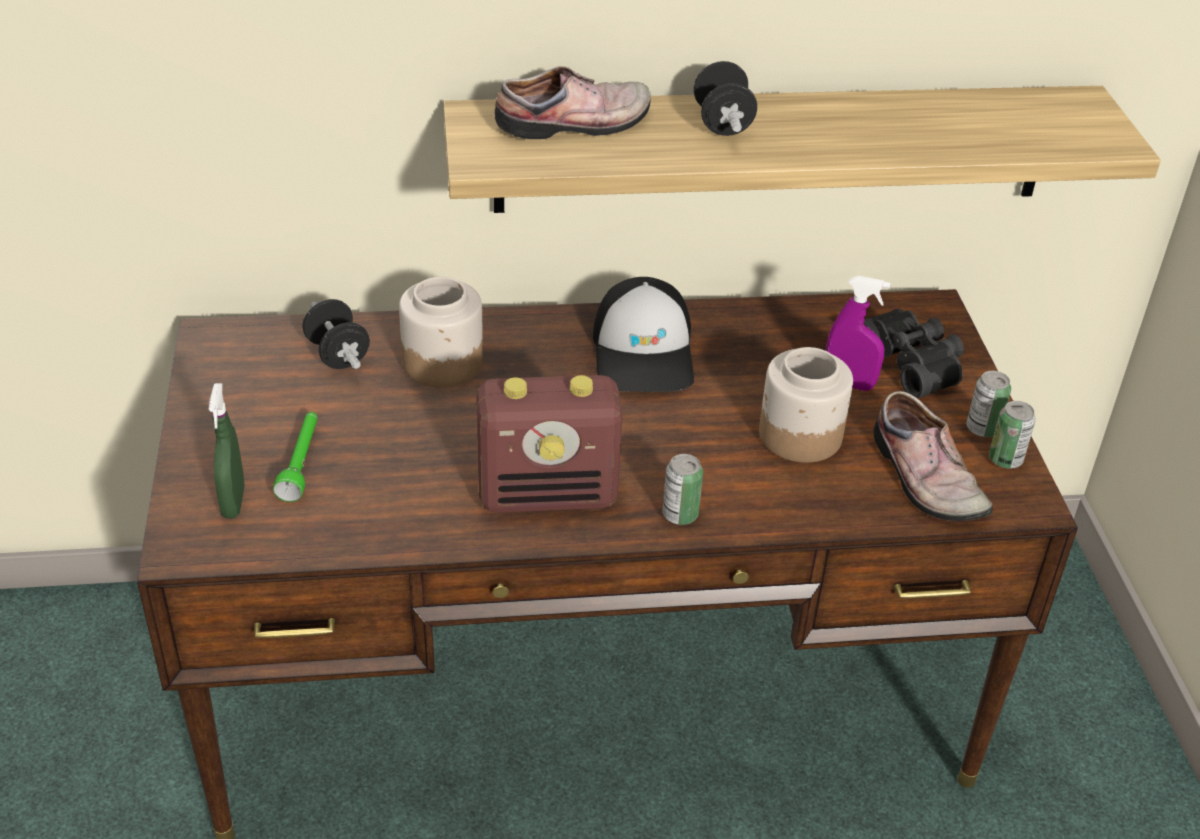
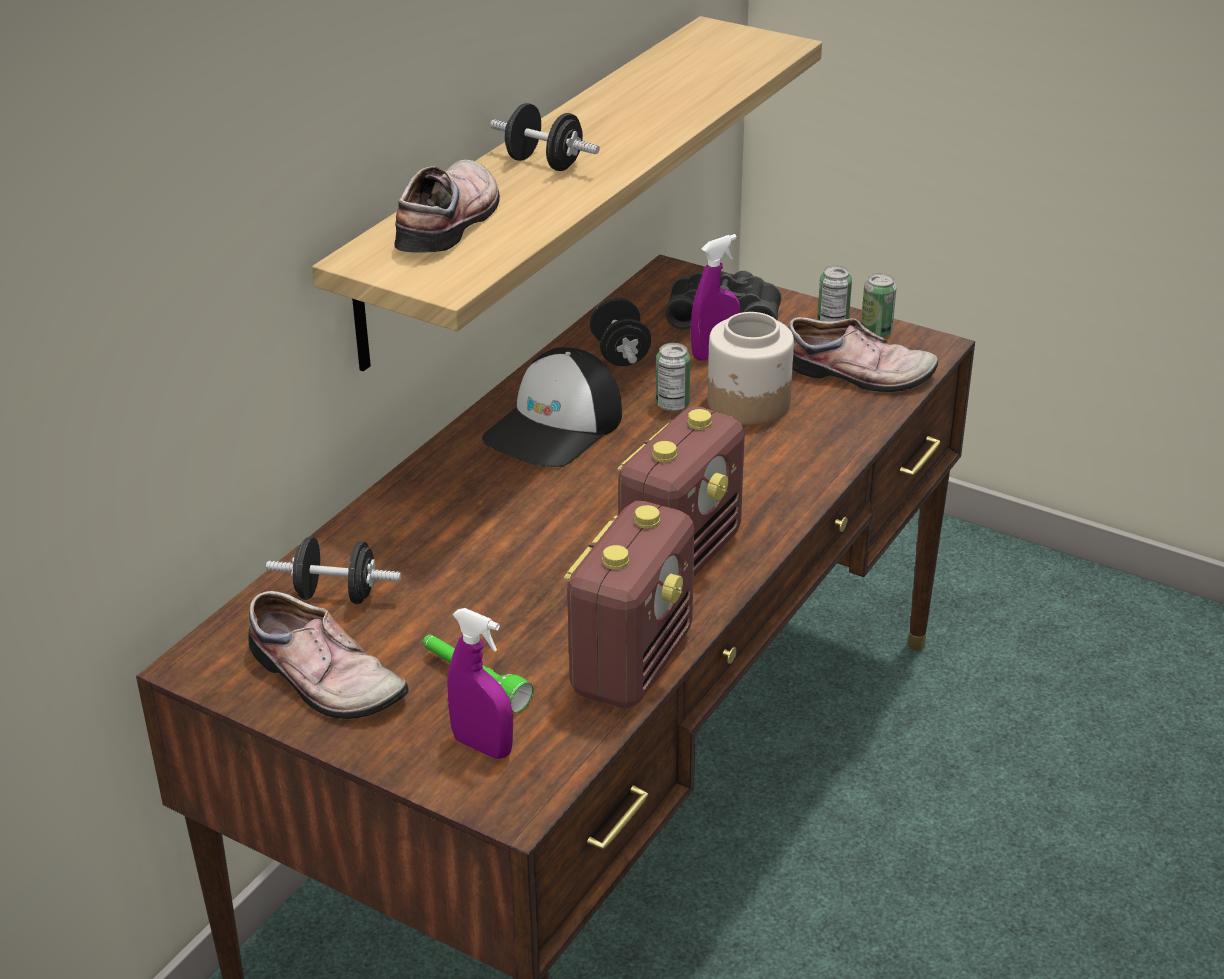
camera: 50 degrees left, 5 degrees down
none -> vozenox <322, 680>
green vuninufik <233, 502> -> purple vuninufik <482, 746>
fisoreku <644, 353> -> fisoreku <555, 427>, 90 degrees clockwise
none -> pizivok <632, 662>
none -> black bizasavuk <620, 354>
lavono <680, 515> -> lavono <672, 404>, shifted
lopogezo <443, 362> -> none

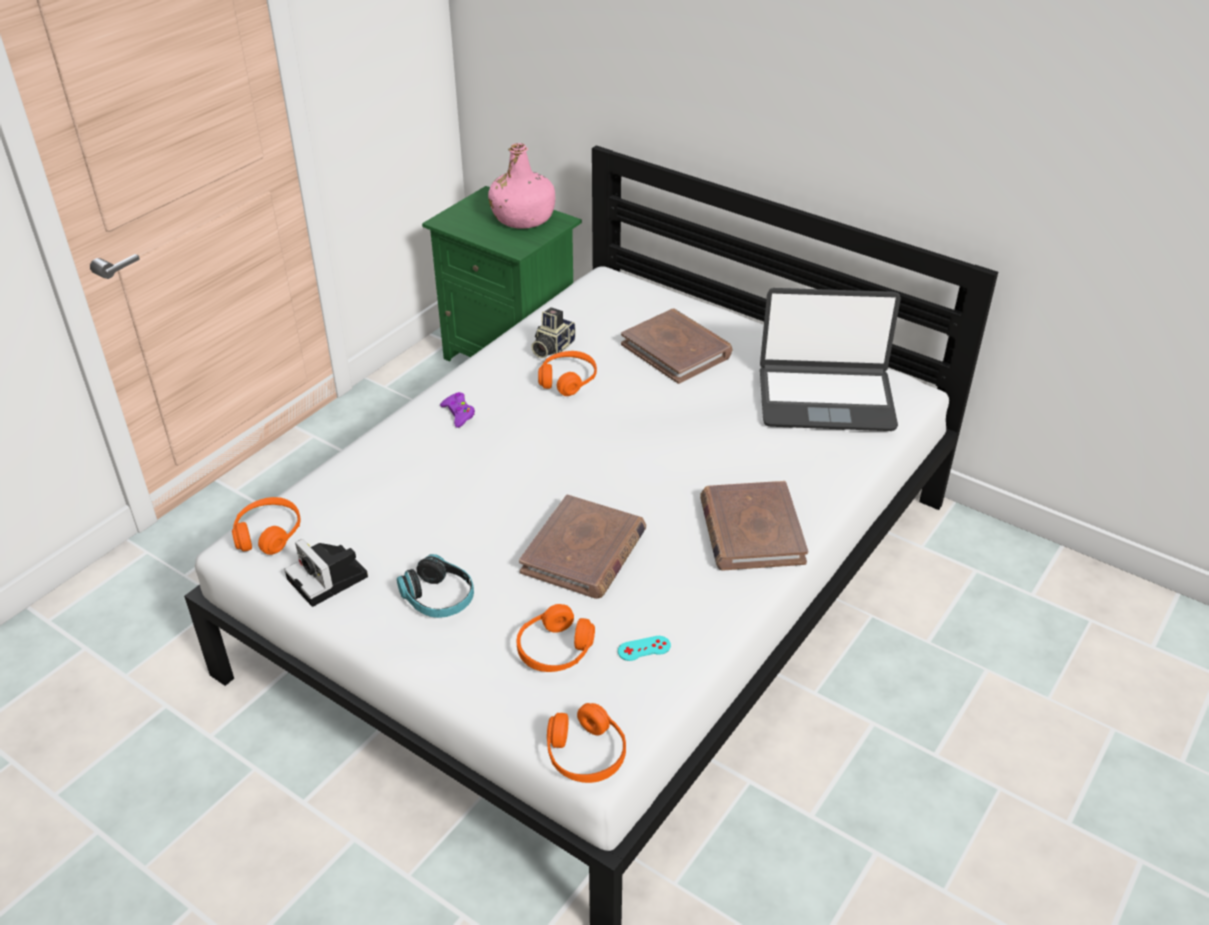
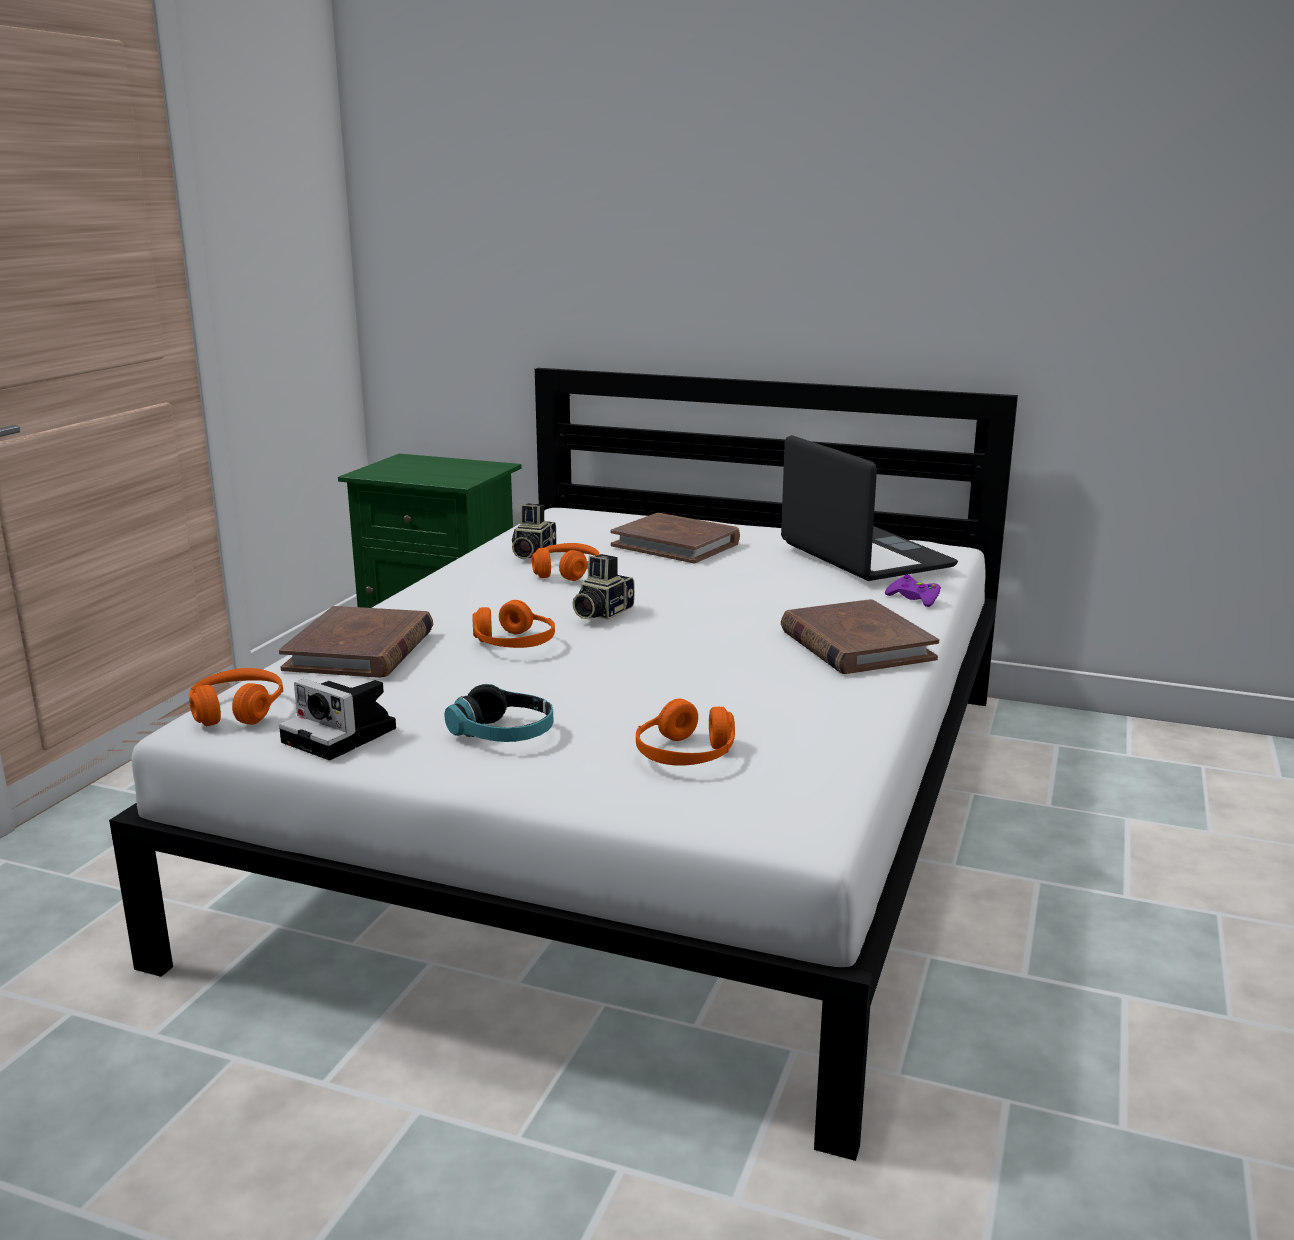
camera: 15 degrees left, 20 degrees down
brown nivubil <584, 552> -> brown nivubil <360, 650>, shifted
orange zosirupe <586, 754> -> orange zosirupe <514, 644>, shifted
none -> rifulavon <601, 612>
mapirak <825, 399> -> mapirak <864, 556>, 105 degrees counterclockwise
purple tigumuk <458, 413> -> purple tigumuk <914, 598>, shifted
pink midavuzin <523, 218> -> none
turquoise tigumuk <644, 648> -> none

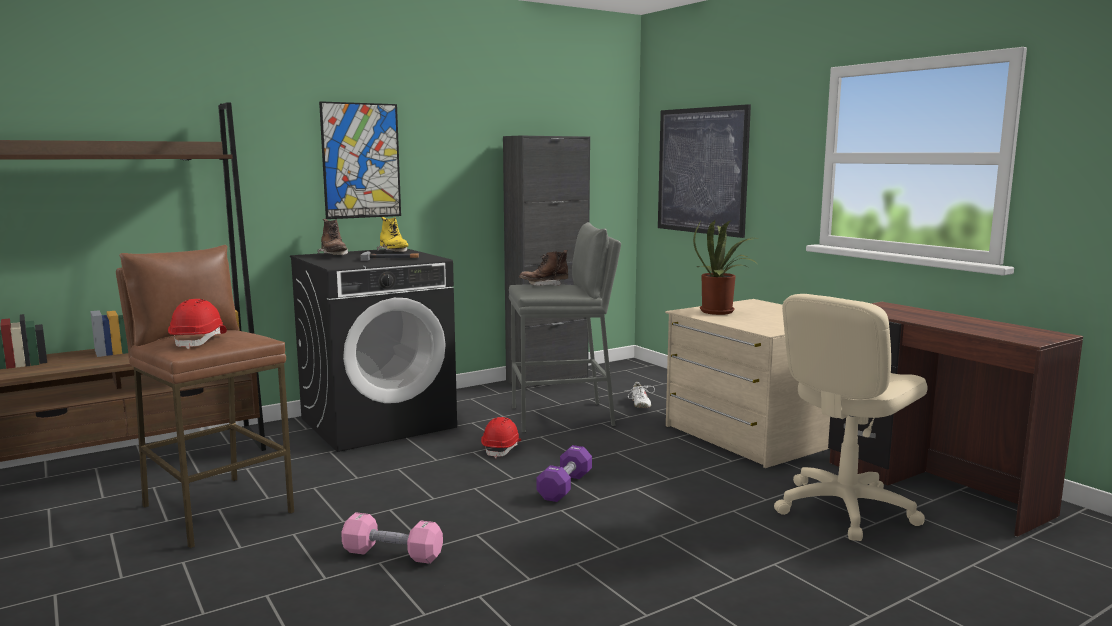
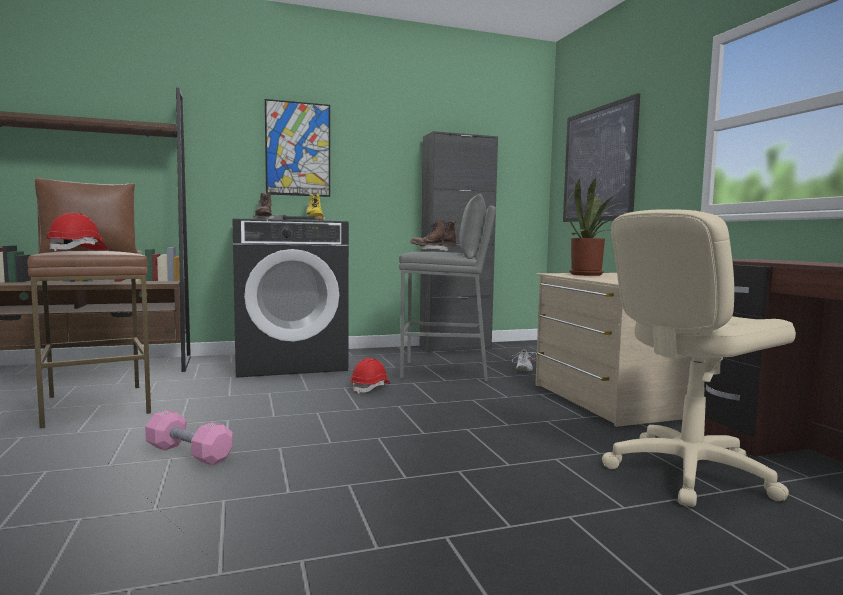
camera: 15 degrees right, 5 degrees down
purple bizasavuk <565, 486> -> none

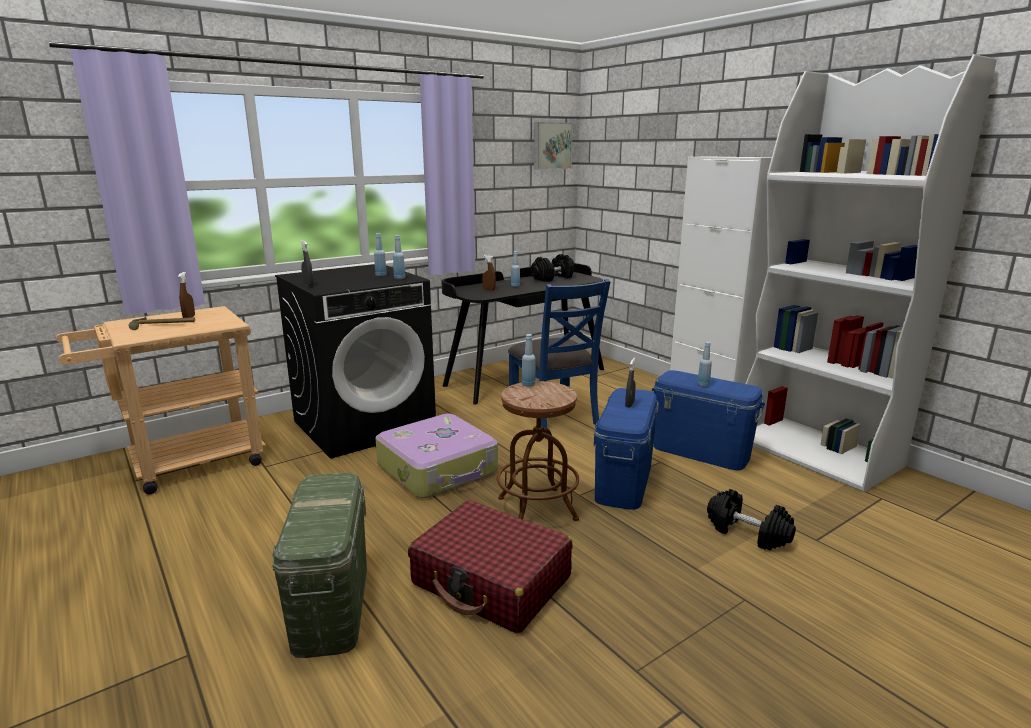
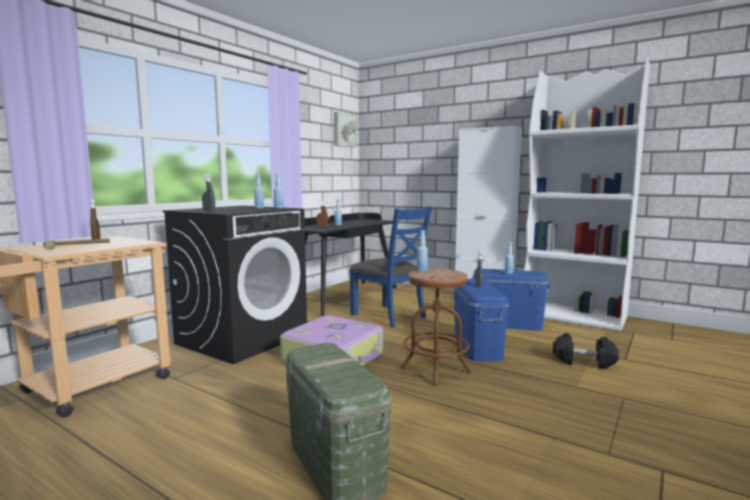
camera: 20 degrees left, 10 degrees down
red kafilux <492, 581> -> none
black bizasavuk <552, 278> -> none

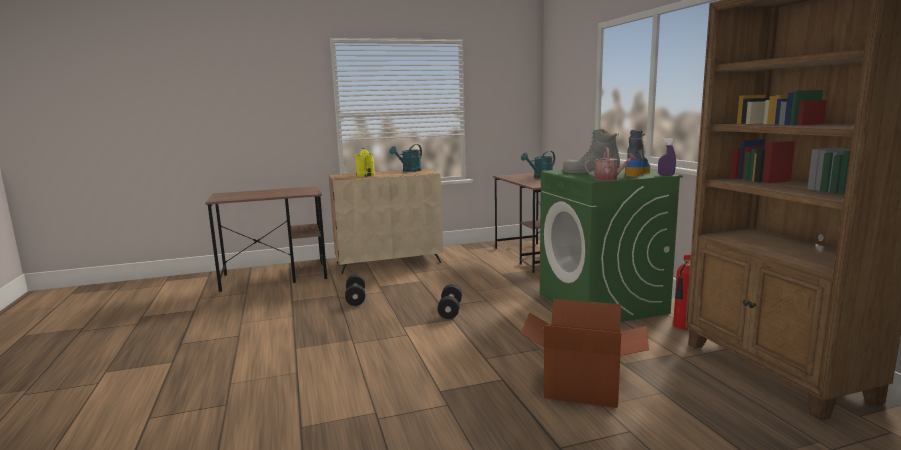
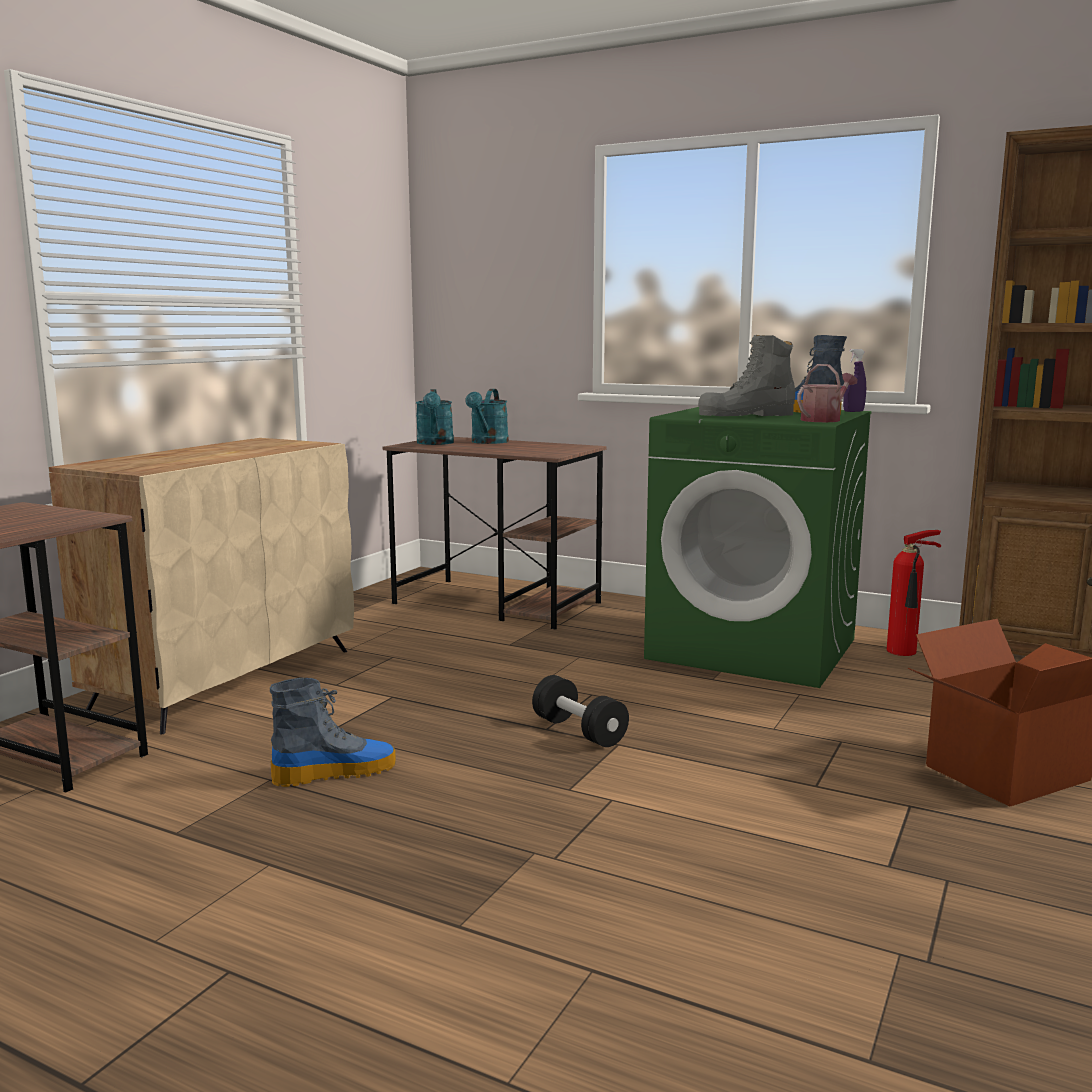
camera: 45 degrees left, 0 degrees up
black bizasavuk <356, 298> -> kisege <335, 772>
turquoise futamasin <409, 171> -> turquoise futamasin <435, 443>, shifted
yellow futamasin <366, 175> -> none

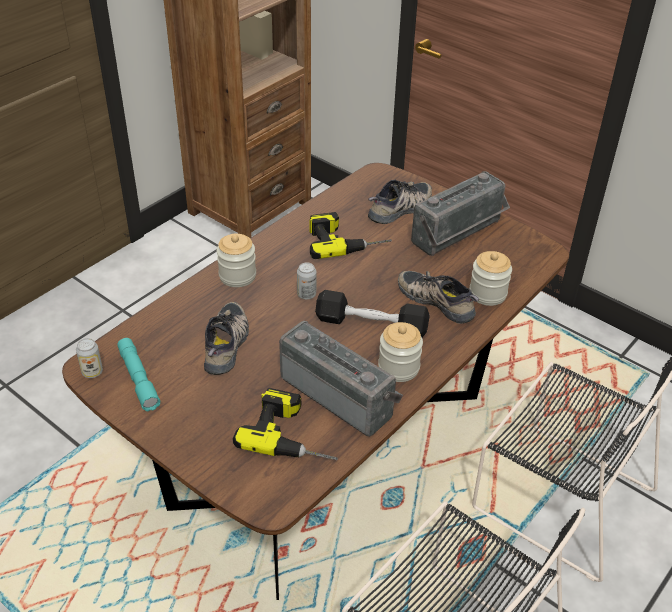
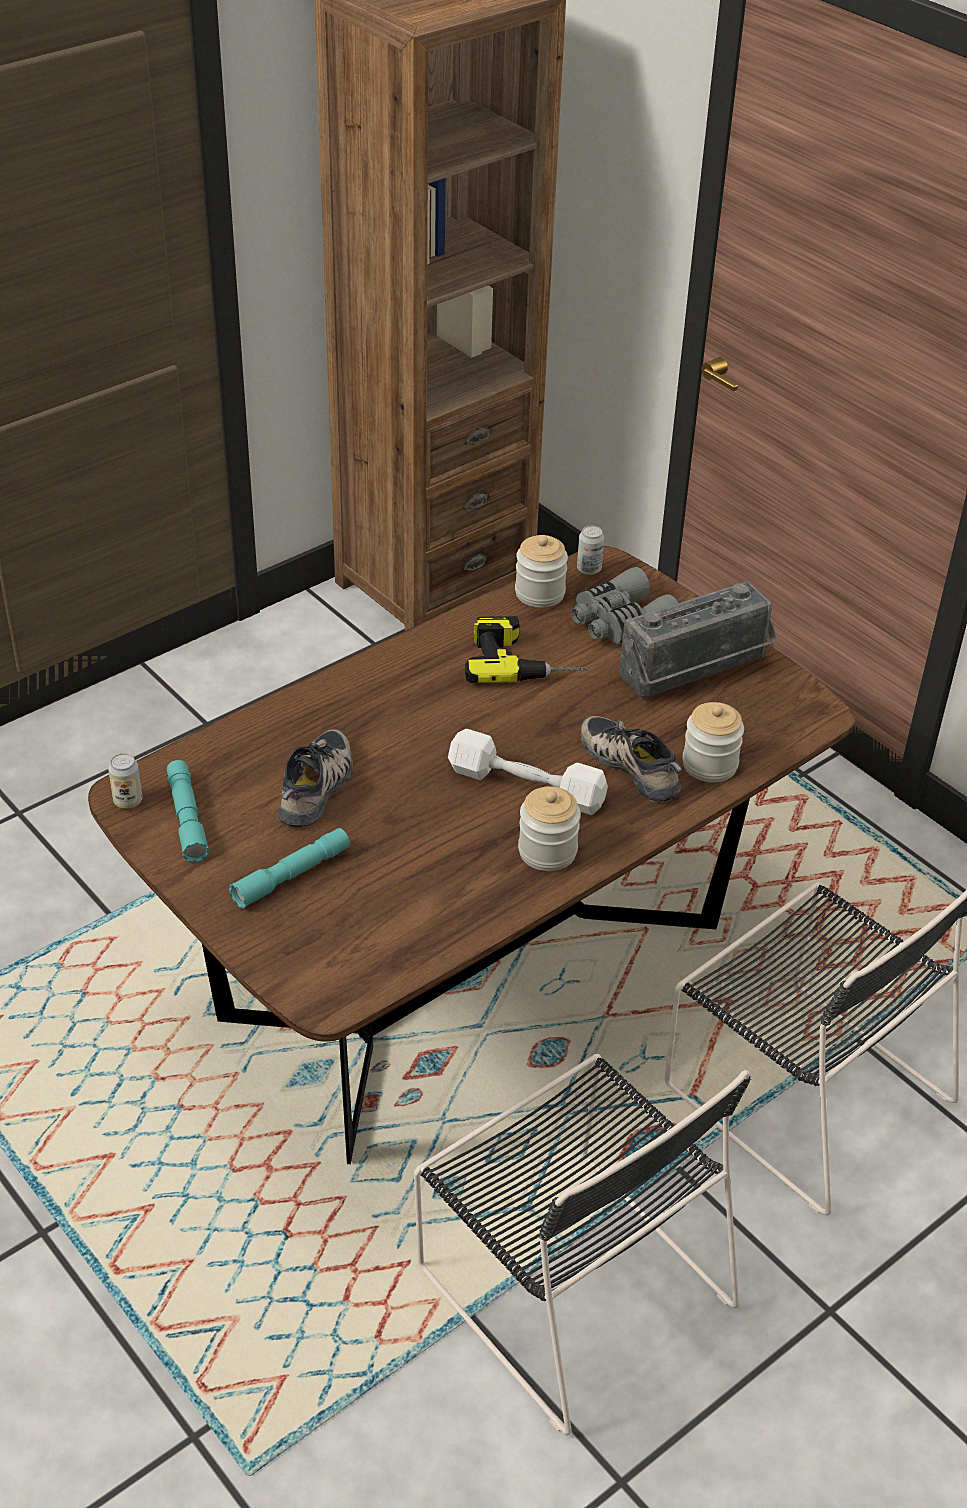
camera: 10 degrees right, 0 degrees up
none -> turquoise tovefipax <291, 875>
black bizasavuk <371, 324> -> white bizasavuk <526, 786>
lopogezo <237, 276> -> lopogezo <540, 593>, shifted
vozenox <401, 209> -> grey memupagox <620, 622>
lavono <306, 294> -> lavono <589, 569>, shifted
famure <294, 434> -> none
pizivok <340, 394> -> none

